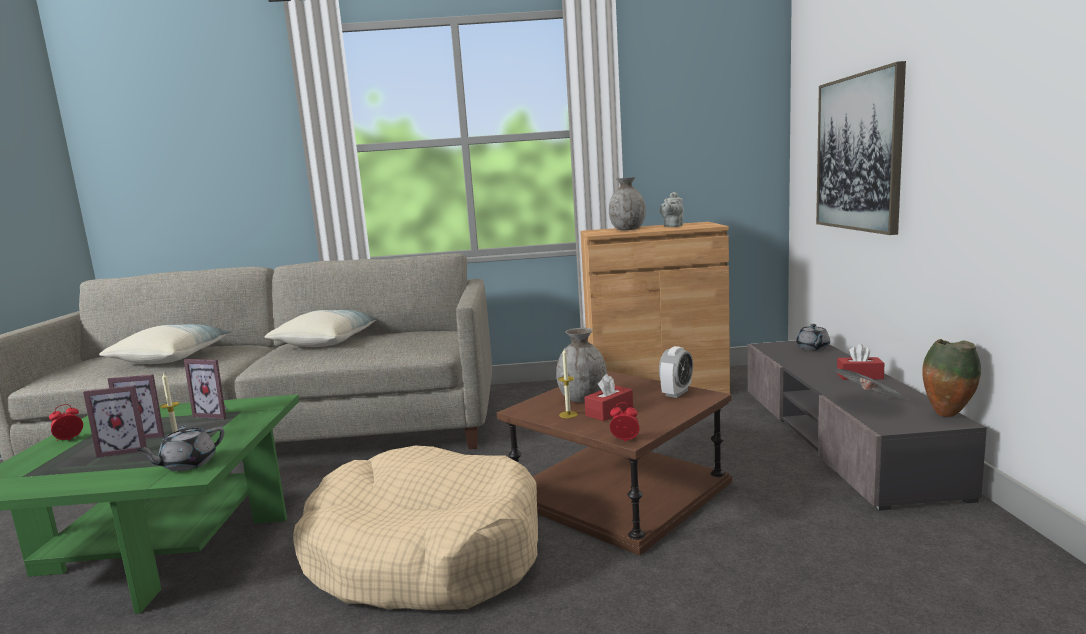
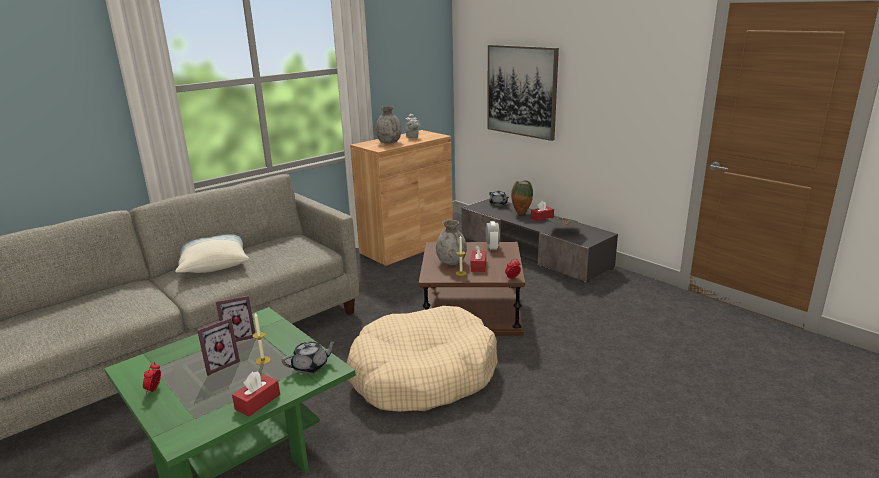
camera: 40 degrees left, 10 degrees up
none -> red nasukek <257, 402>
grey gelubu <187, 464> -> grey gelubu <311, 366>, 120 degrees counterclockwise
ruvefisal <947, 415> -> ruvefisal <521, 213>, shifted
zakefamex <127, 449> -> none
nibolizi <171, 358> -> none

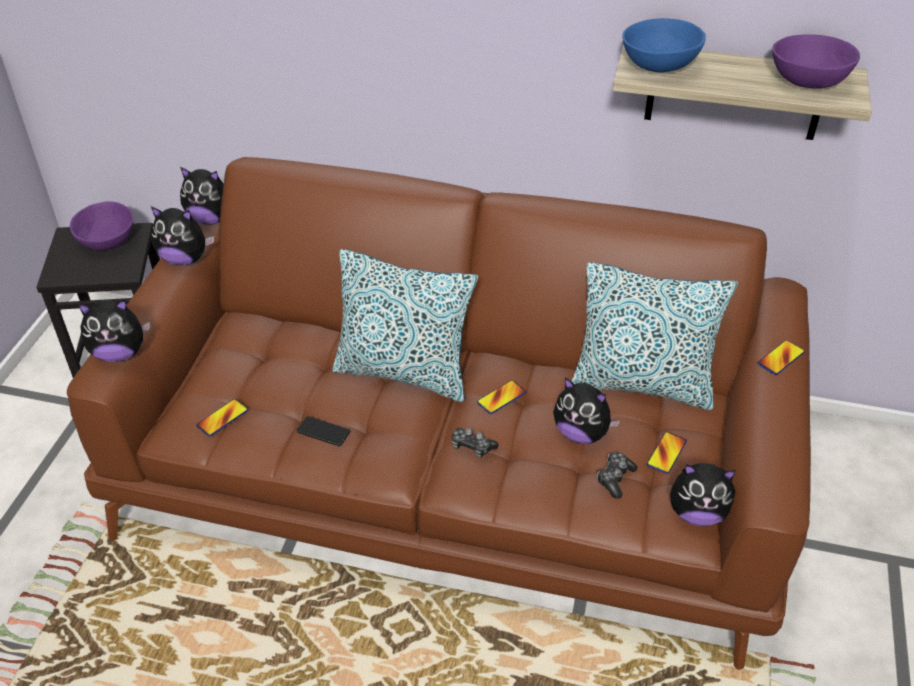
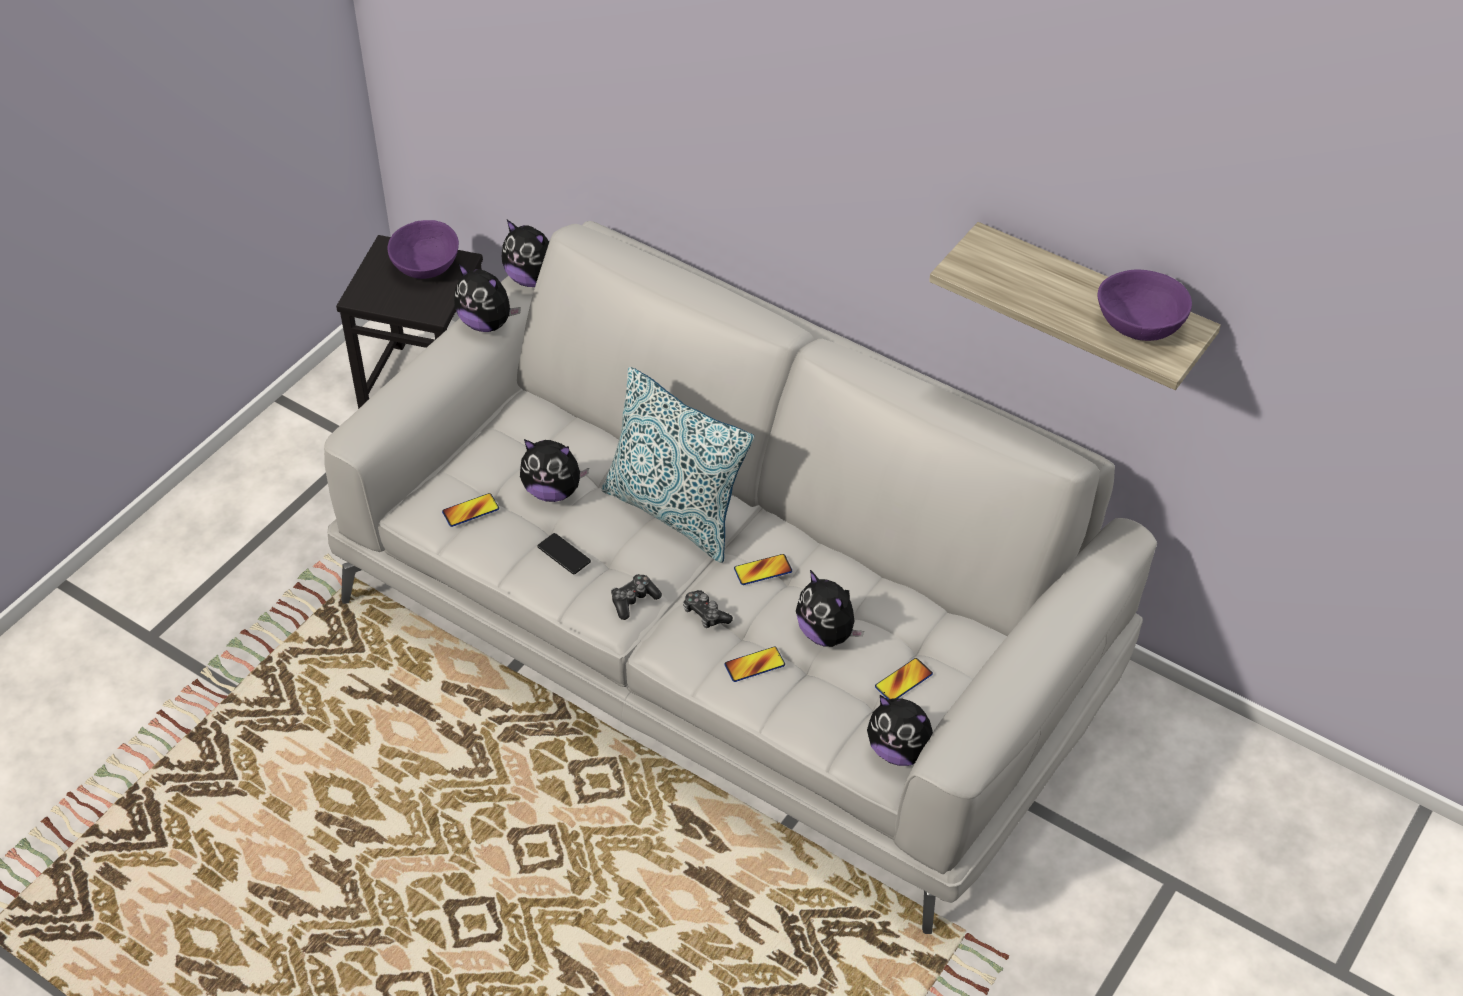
camera: 20 degrees right, 5 degrees up
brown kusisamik <456, 471> -> white kusisamik <729, 636>
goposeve <120, 353> -> goposeve <553, 491>, shifted
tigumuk <615, 478> -> tigumuk <633, 600>, shifted
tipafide <780, 358> -> tipafide <754, 665>, shifted
nibolizi <642, 384> -> none
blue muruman <661, 65> -> none

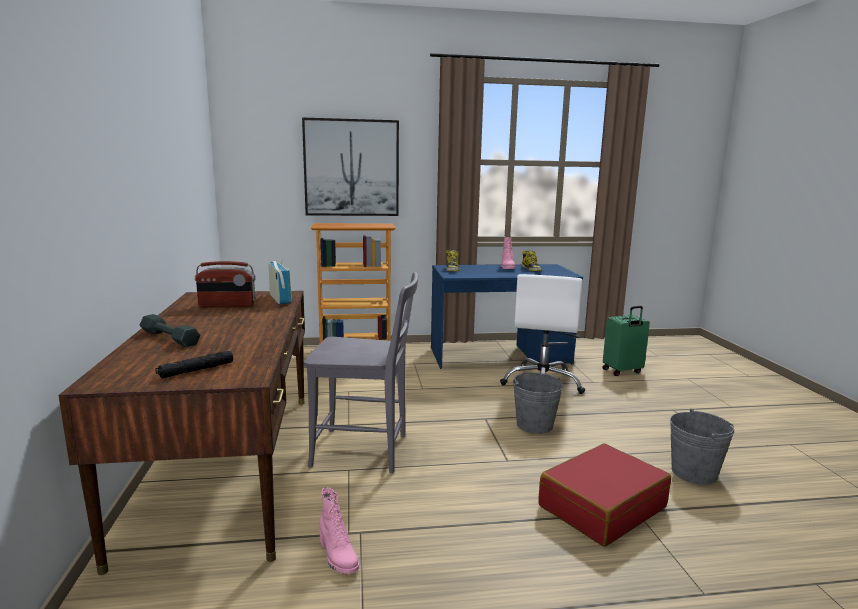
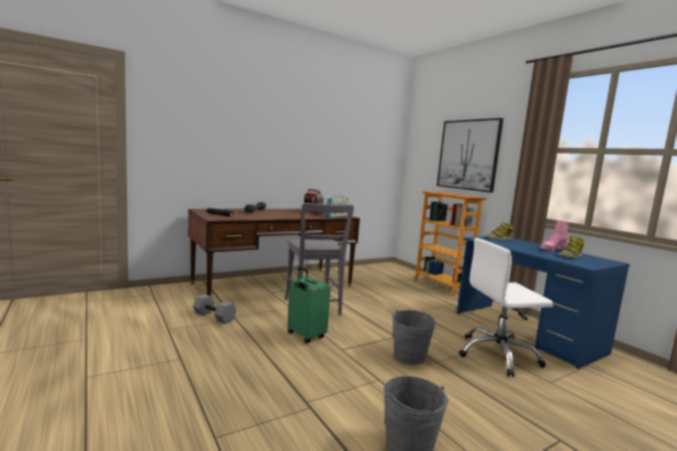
camera: 65 degrees right, 5 degrees down
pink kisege <337, 556> -> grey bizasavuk <215, 317>
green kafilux <622, 371> -> green kafilux <305, 336>, shifted
red kafilux <601, 506> -> none

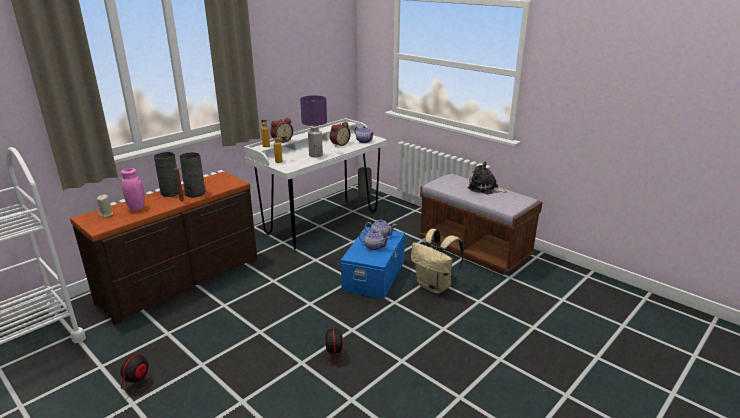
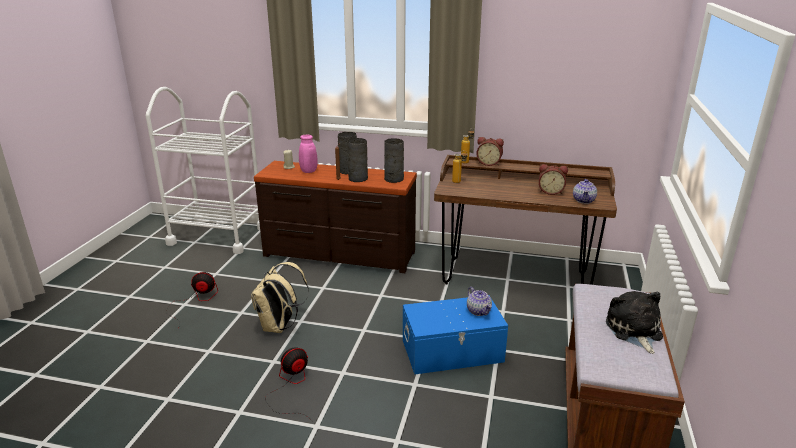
camera: 60 degrees right, 0 degrees up
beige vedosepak <435, 286> -> beige vedosepak <279, 326>, shifted
grey ruvefisal <364, 195> -> grey ruvefisal <393, 179>, shifted
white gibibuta <322, 223> -> brown gibibuta <515, 278>
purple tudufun <316, 155> -> none
gelubu <374, 247> -> none

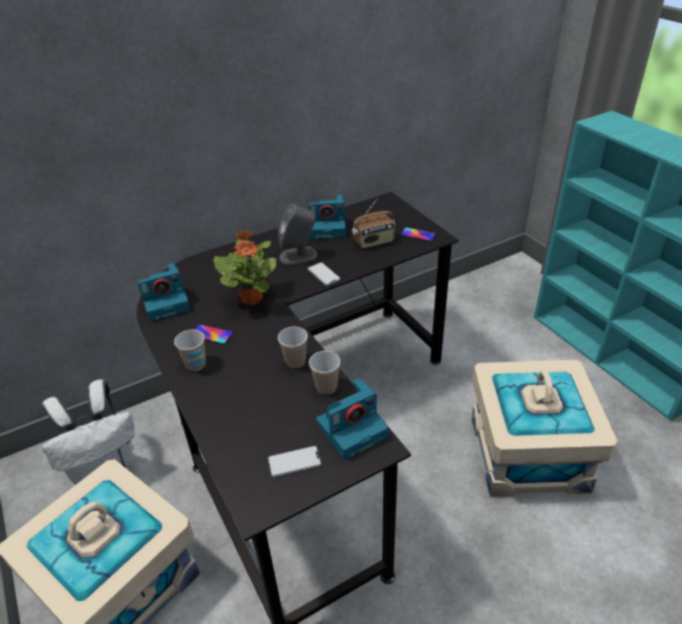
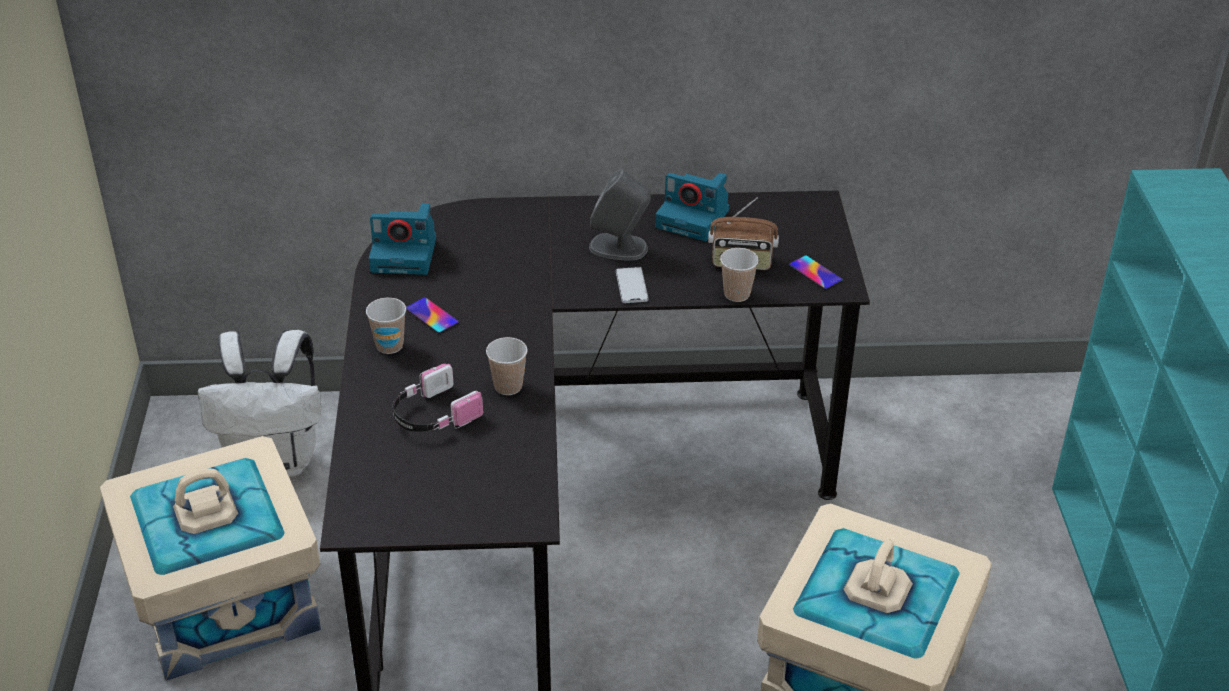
camera: 25 degrees right, 0 degrees up
none -> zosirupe <433, 415>
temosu <326, 387> -> temosu <737, 294>, shifted
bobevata <252, 298> -> none
tipafide <294, 462> -> none
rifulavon <352, 428> -> none

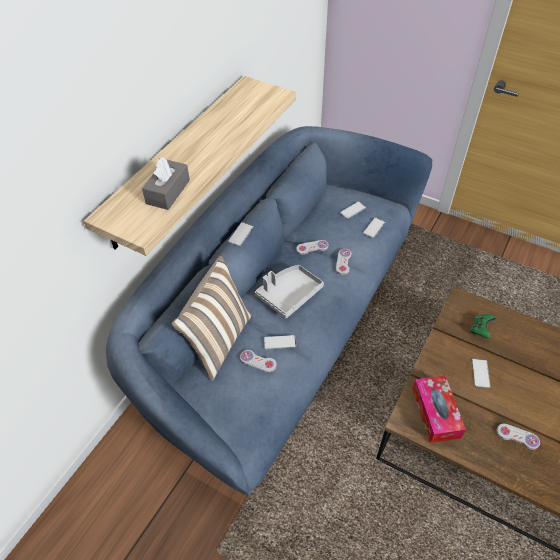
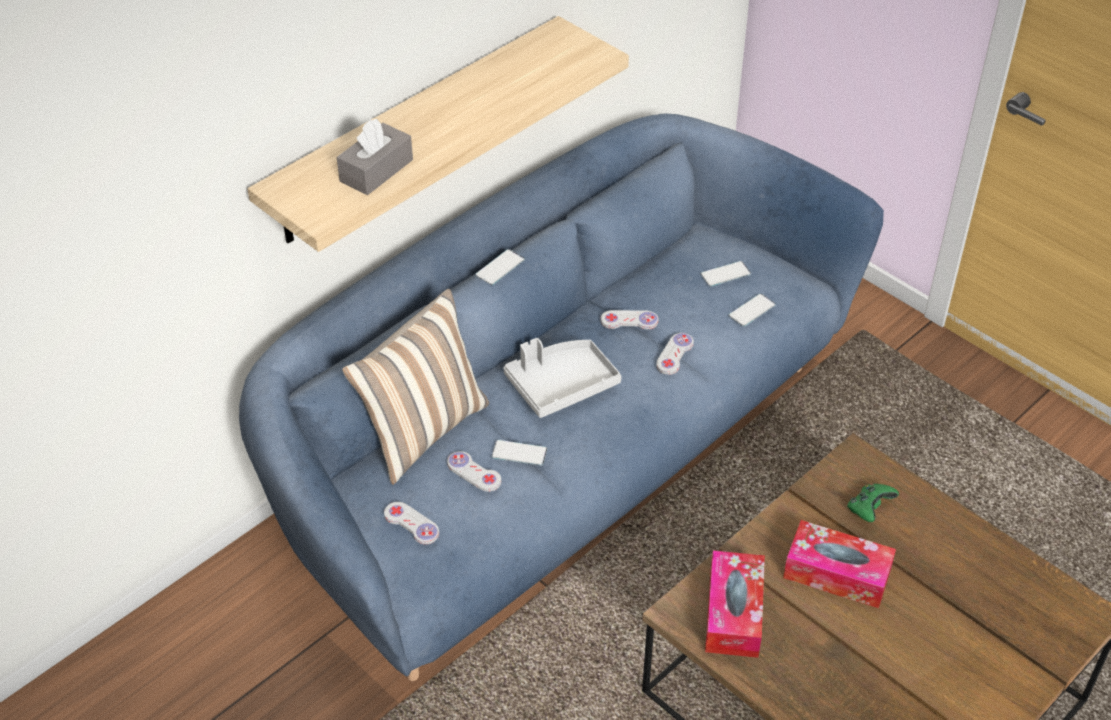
camera: 15 degrees right, 5 degrees down
white tigumuk <517, 437> -> white tigumuk <411, 524>, shifted
tipafide <480, 373> -> nasukek <837, 573>

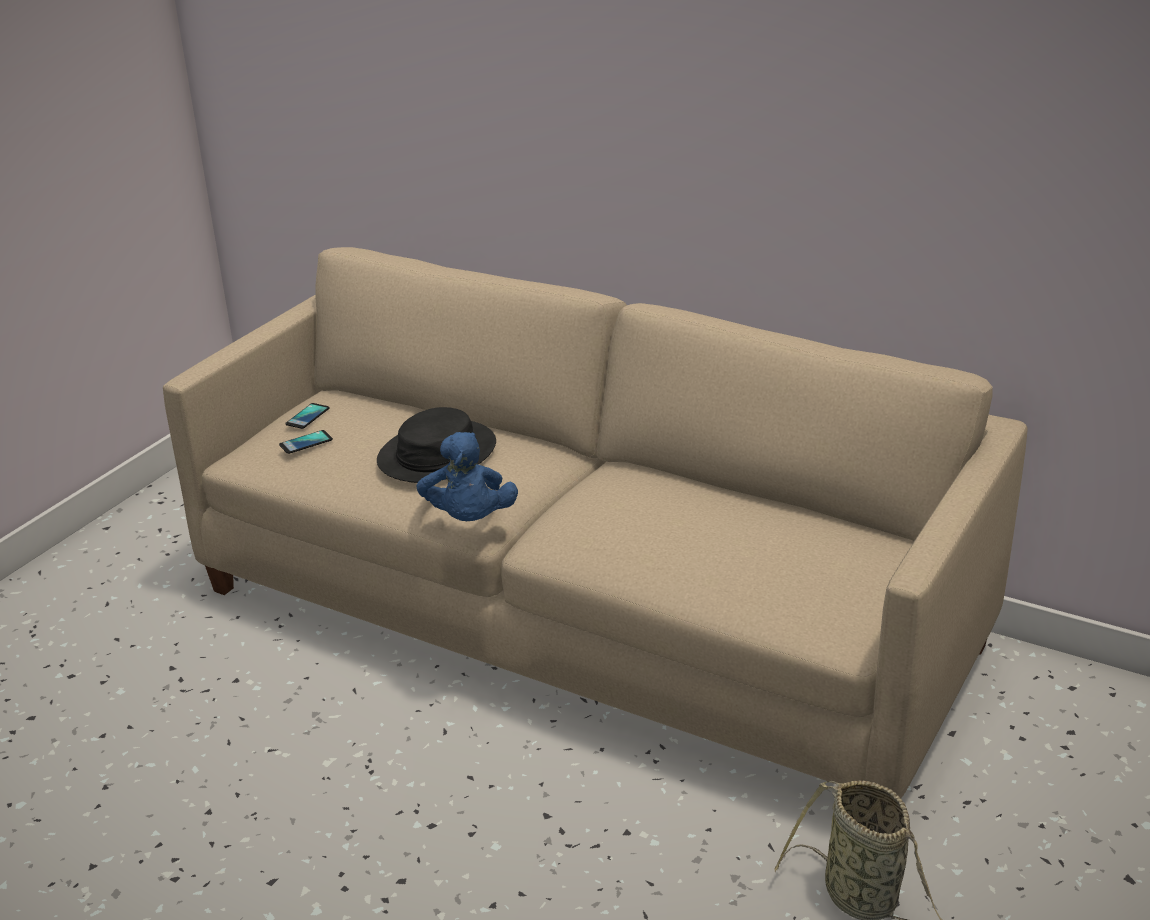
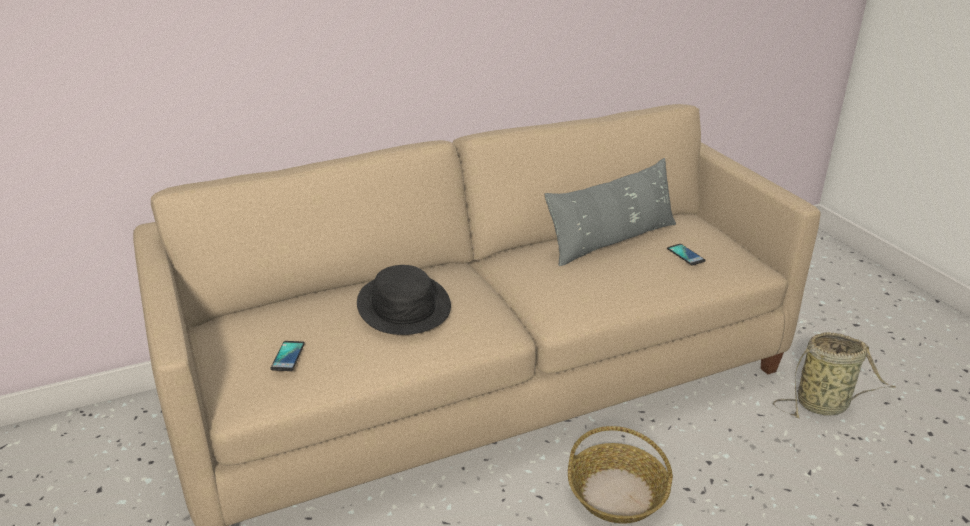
camera: 55 degrees left, 0 degrees up
none -> grey nibolizi <612, 241>
none -> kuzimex <616, 494>
tipafide <307, 416> -> tipafide <685, 255>, shifted
blue goposeve <469, 519> -> none

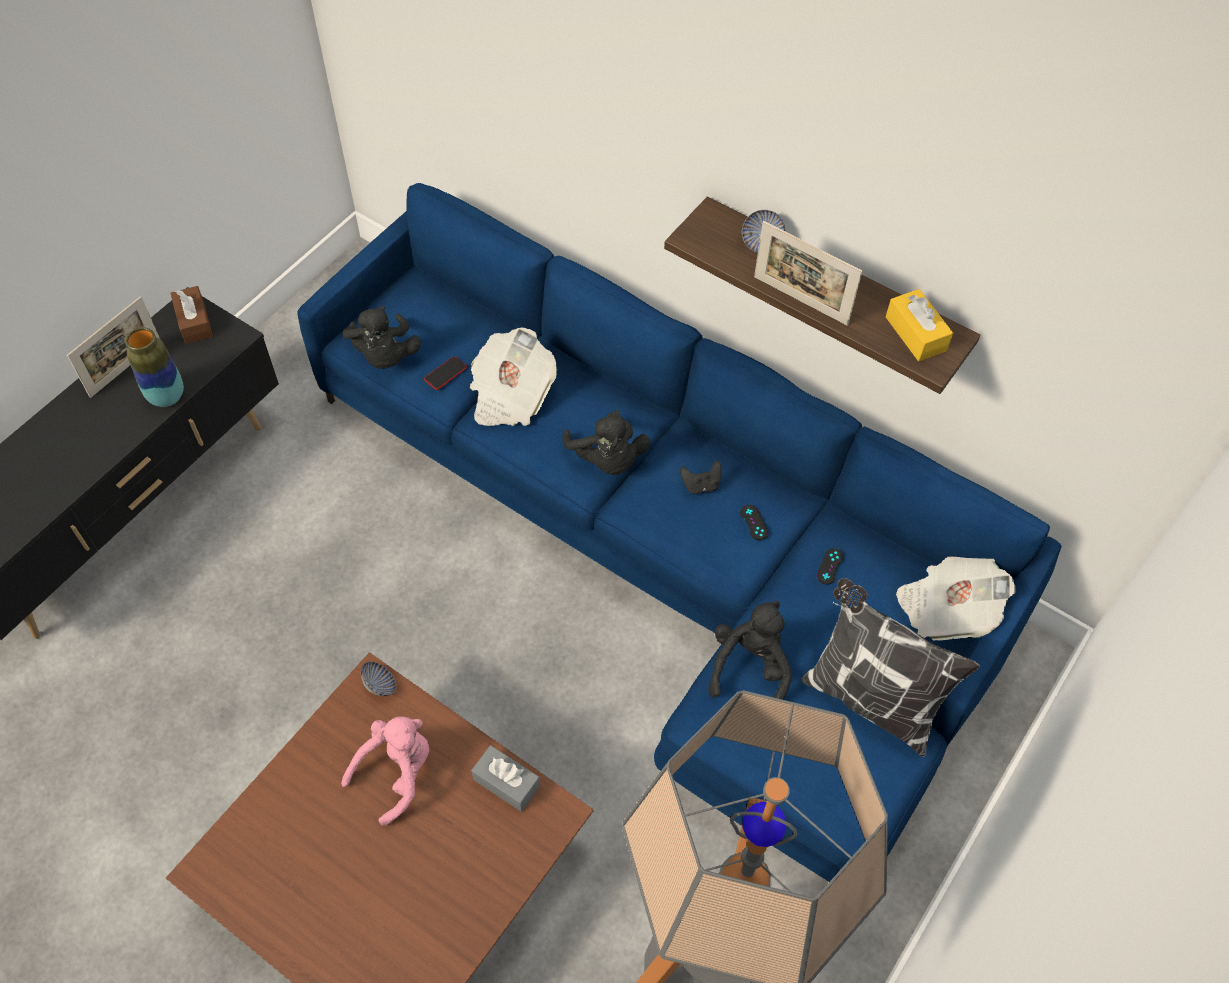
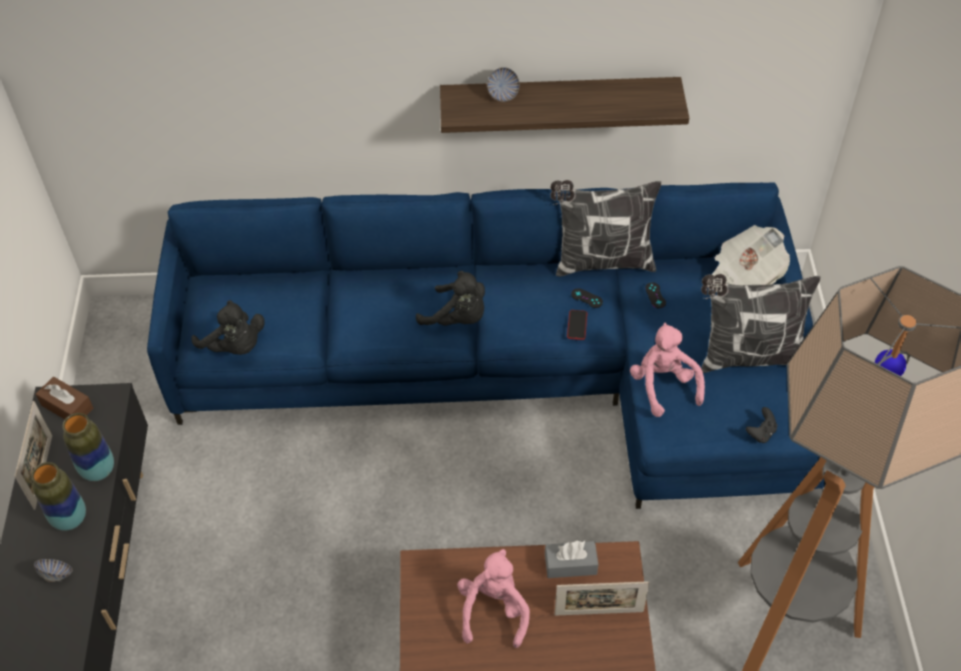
camera: 35 degrees left, 5 degrees down
none -> ruvefisal <70, 518>
muruman <380, 685> -> muruman <57, 574>, shifted
none -> nibolizi <601, 261>
zakefamex <800, 300> -> zakefamex <599, 613>, shifted
tipafide <445, 373> -> tipafide <577, 325>, shifted
black goposeve <750, 667> -> pink goposeve <663, 385>
black tigumuk <701, 485> -> black tigumuk <761, 433>, shifted
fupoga <510, 395> -> none
yellow nasukek <915, 334> -> none

